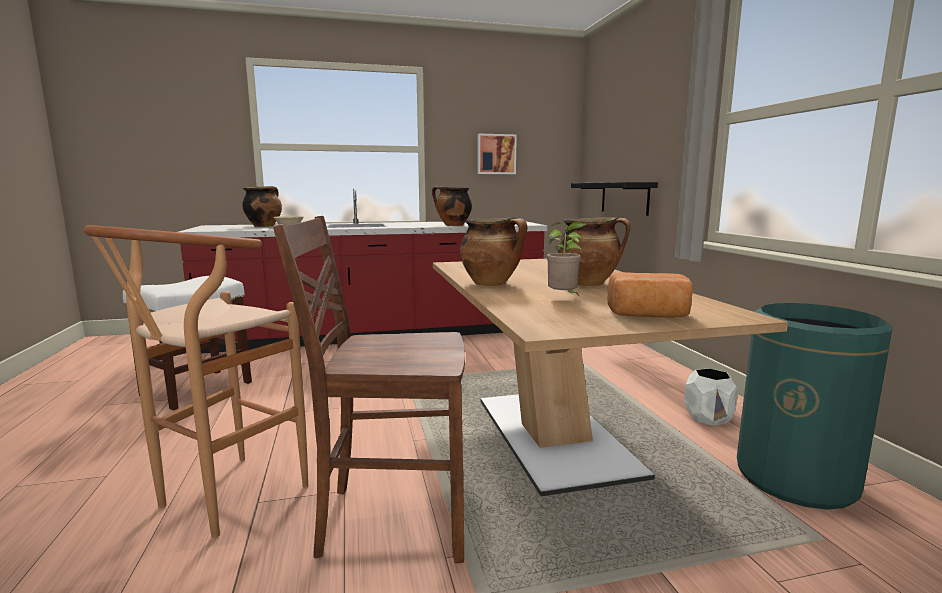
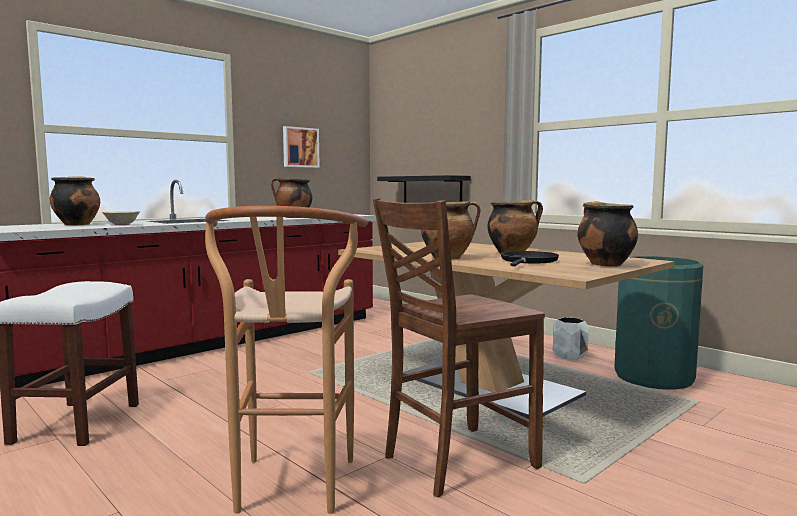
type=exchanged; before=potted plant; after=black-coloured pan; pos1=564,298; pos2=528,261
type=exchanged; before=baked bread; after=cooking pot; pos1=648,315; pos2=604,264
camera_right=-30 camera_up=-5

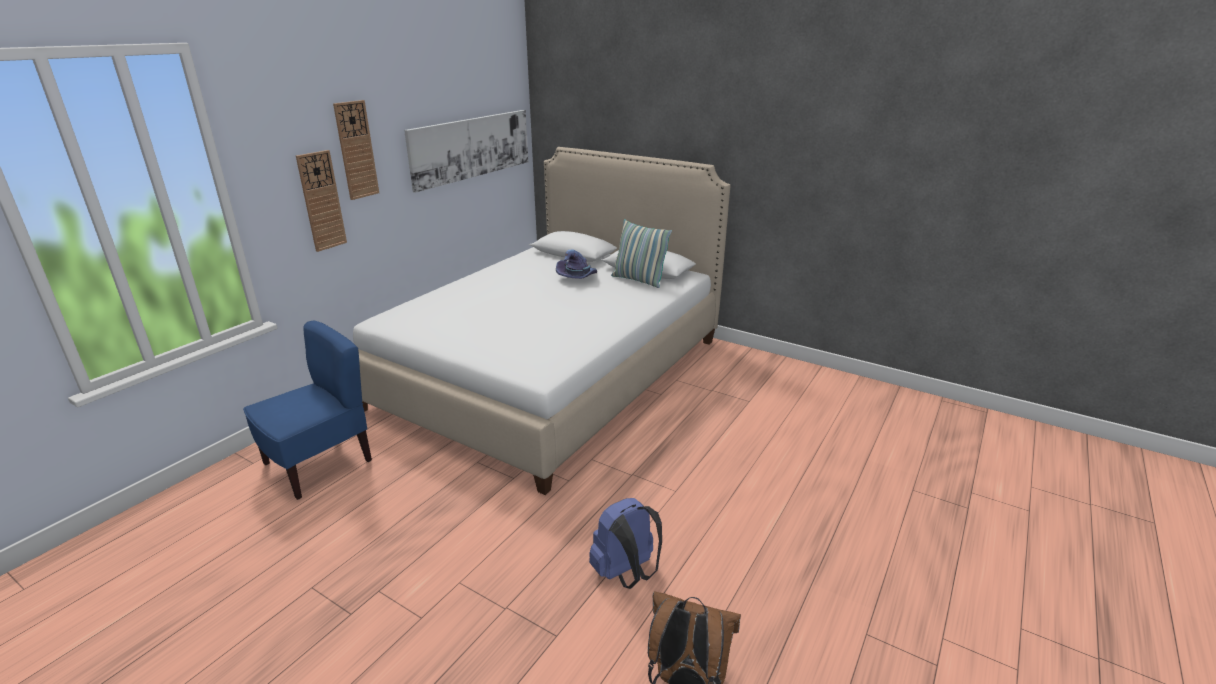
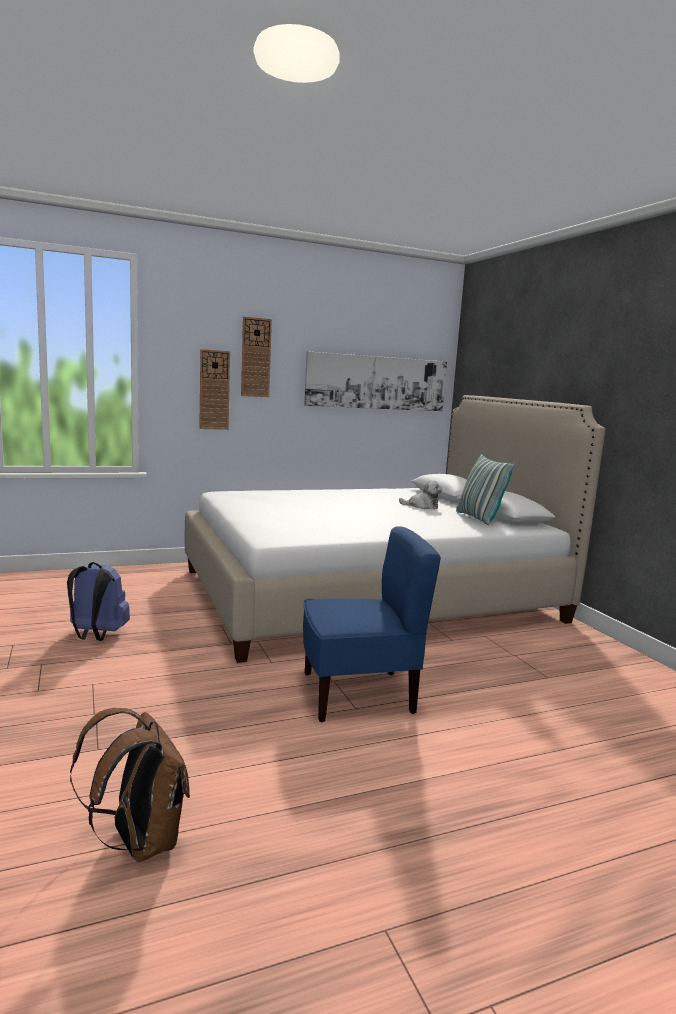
type=relocated; before=bluish rucksack; pos1=626,573; pos2=96,635
type=relocated; before=bluish plain chair; pos1=319,463; pos2=358,694
type=exchanged; before=purplish clothing hat; after=cuddly toy; pos1=578,277; pos2=422,506
camera_right=35 camera_up=-15

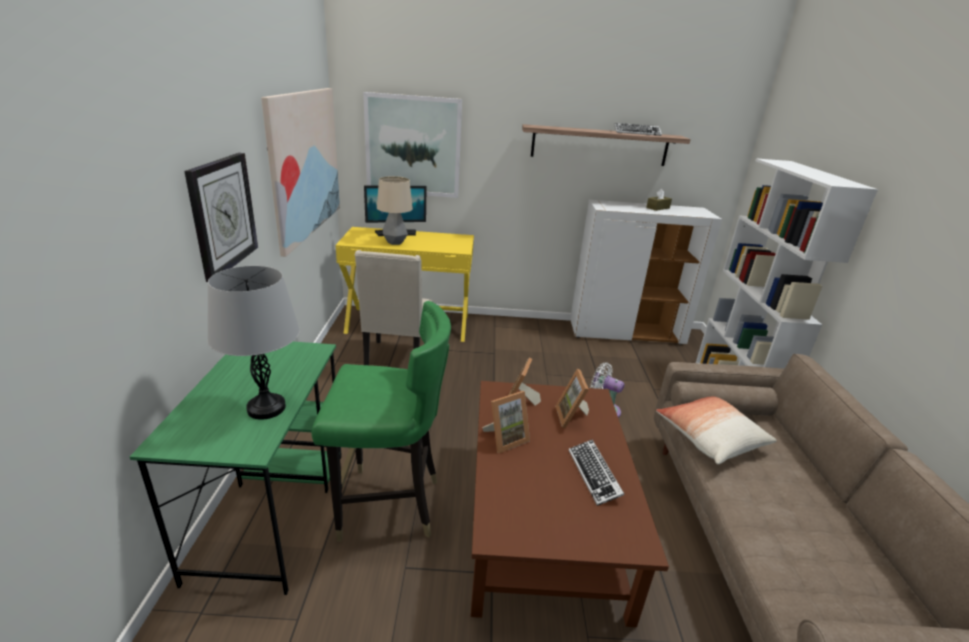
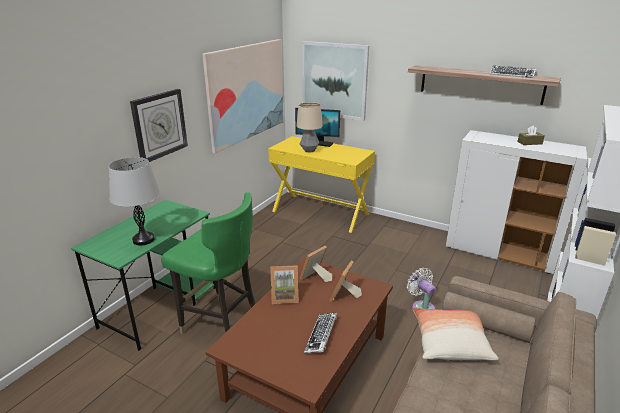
type=missing; before=beige-coloured plain chair; pos1=397,360
camera_right=30 camera_up=0

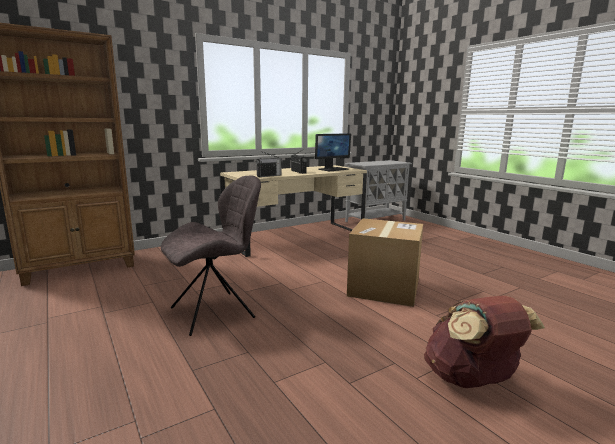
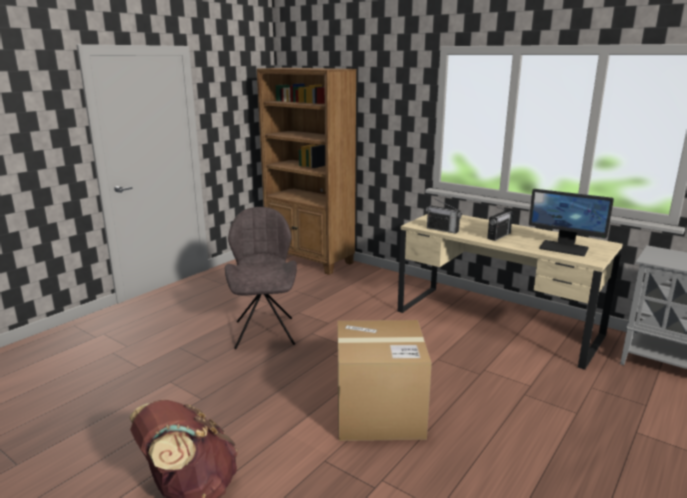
type=spun; before=gray plain chair; pos1=215,312; pos2=265,331; turn=-135
camera_right=70 camera_up=5

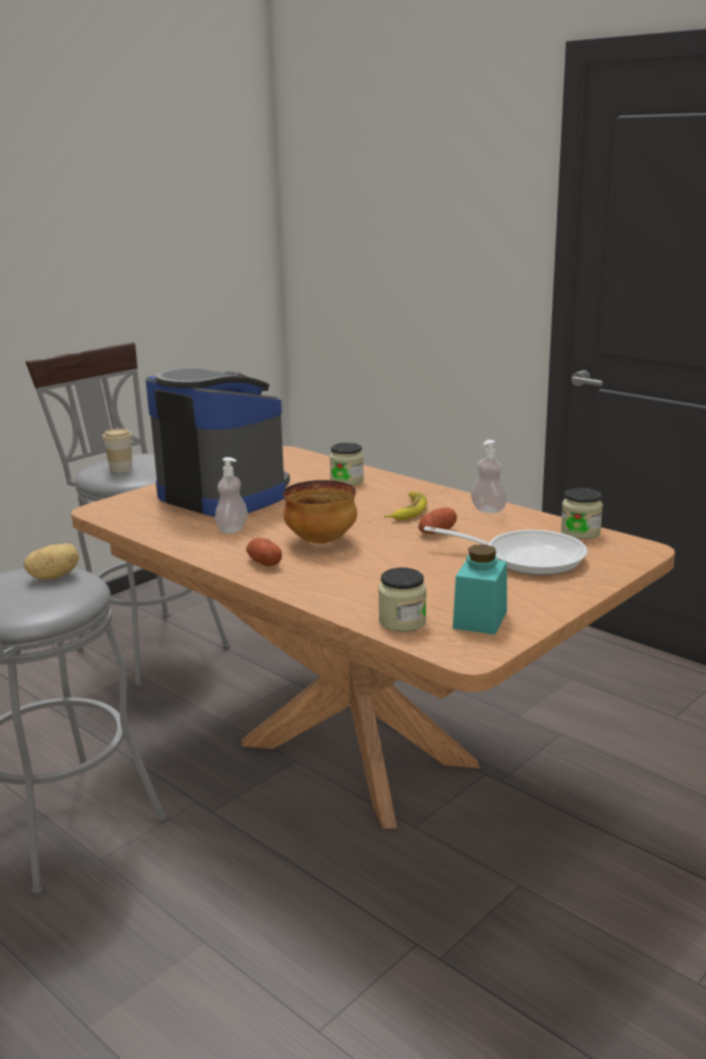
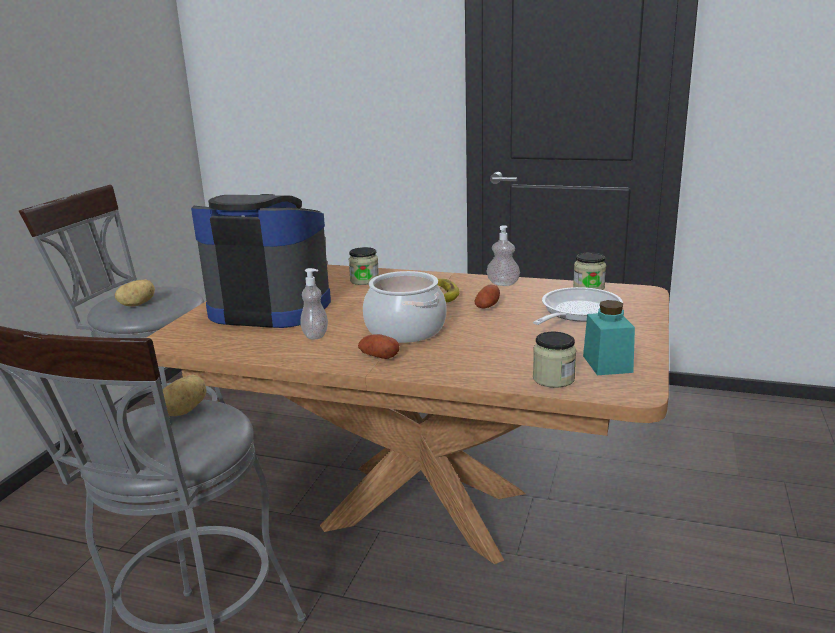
type=exchanged; before=small cup; after=spud; pos1=121,469; pos2=137,304
type=exchanged; before=serving bowl; after=cooking pot; pos1=322,541; pos2=406,330
type=spun; before=pan; pos1=525,557; pos2=576,312; turn=-45
camera_right=-25 camera_up=0

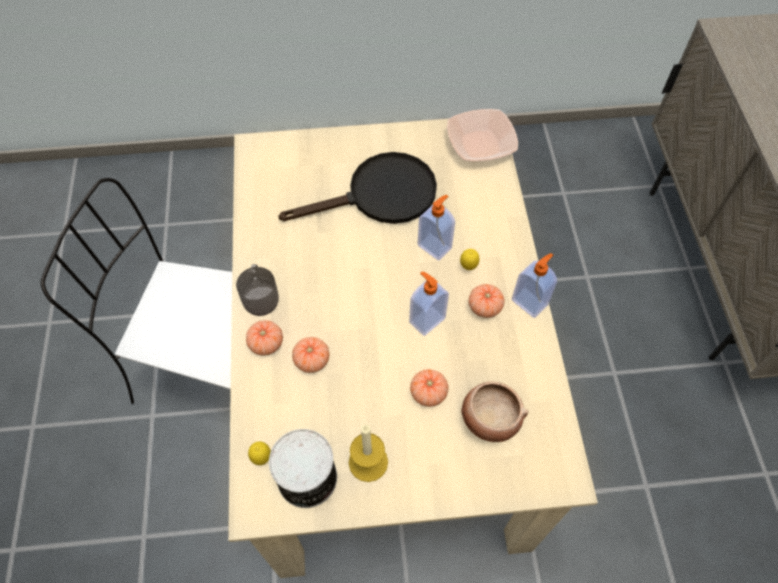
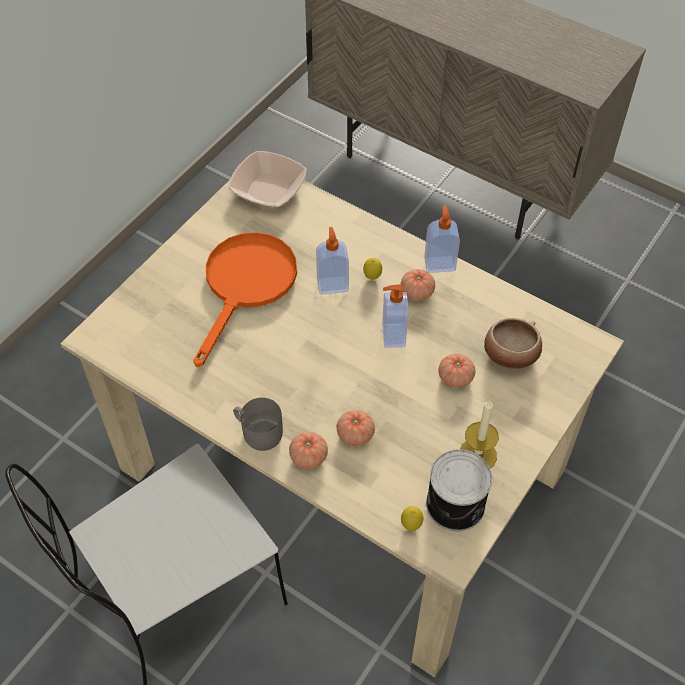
type=colour; before=black-coloured pan; after=orangey pan; pos1=380,196; pos2=246,286
camera_right=-50 camera_up=-5

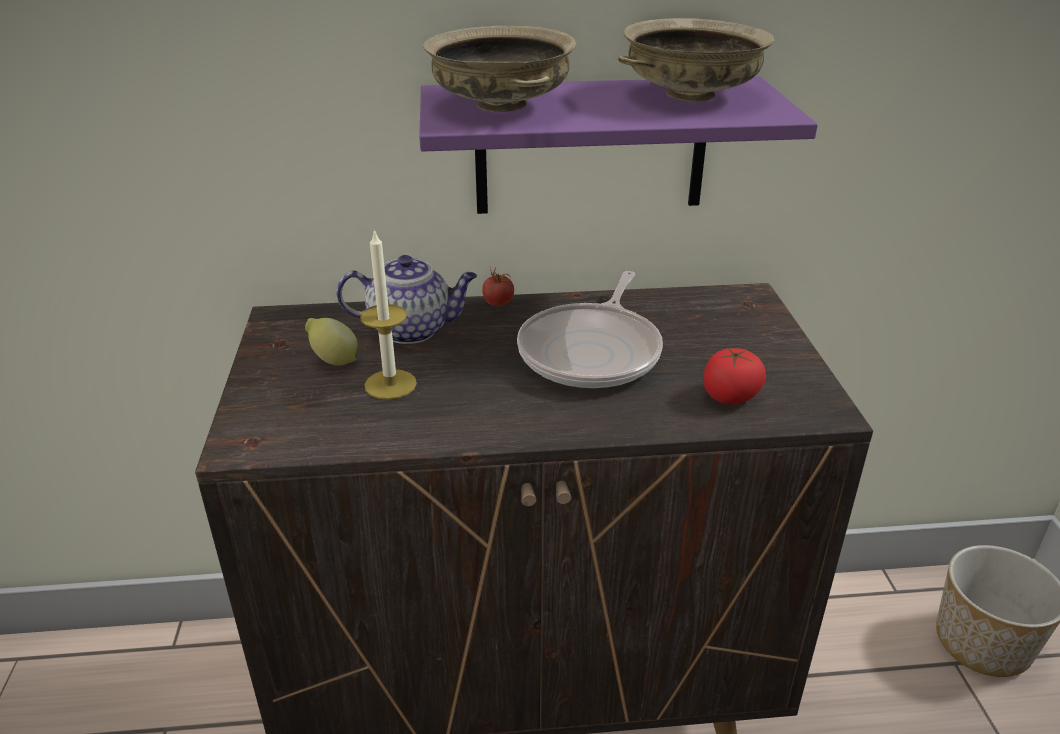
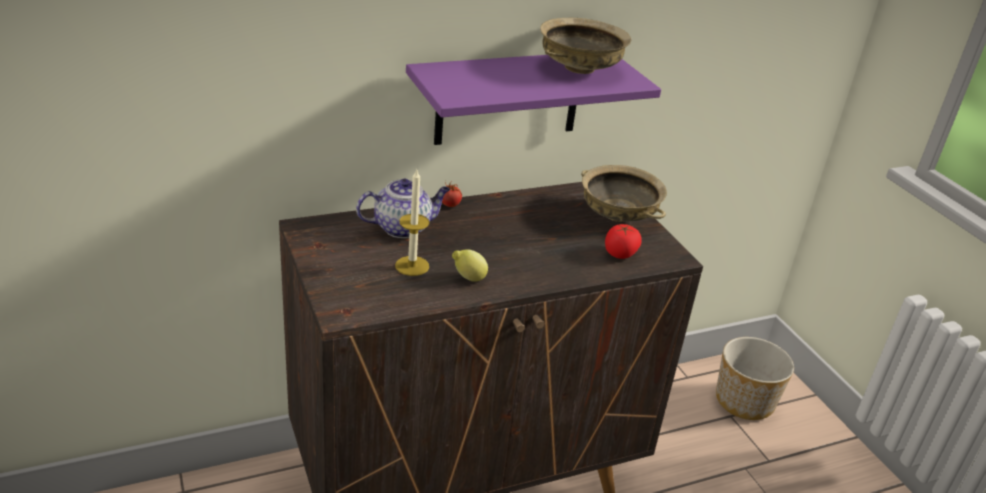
type=relocated; before=lemon; pos1=333,361; pos2=468,278
type=relocated; before=beige-coloured serving bowl; pos1=501,105; pos2=619,215
type=missing; before=pan; pos1=593,352
camera_right=-20 camera_up=0

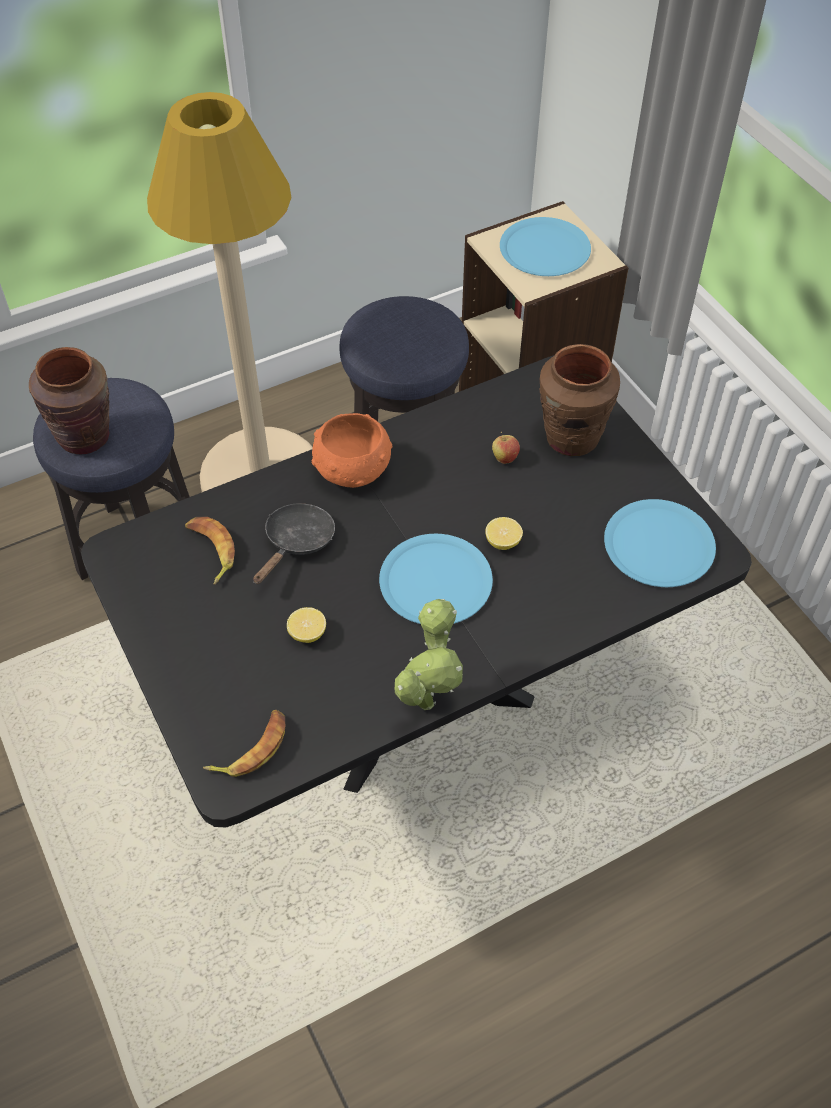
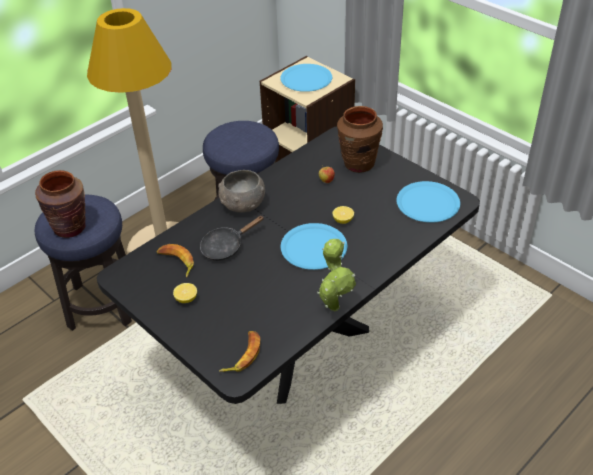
type=relocated; before=lemon; pos1=307,633; pos2=186,299
type=spun; before=black-coloured pan; pos1=297,542; pos2=226,247; turn=-135
type=colour; before=orangey serving bowl; after=gray serving bowl; pos1=351,470; pos2=242,204
camera_right=-15 camera_up=-10

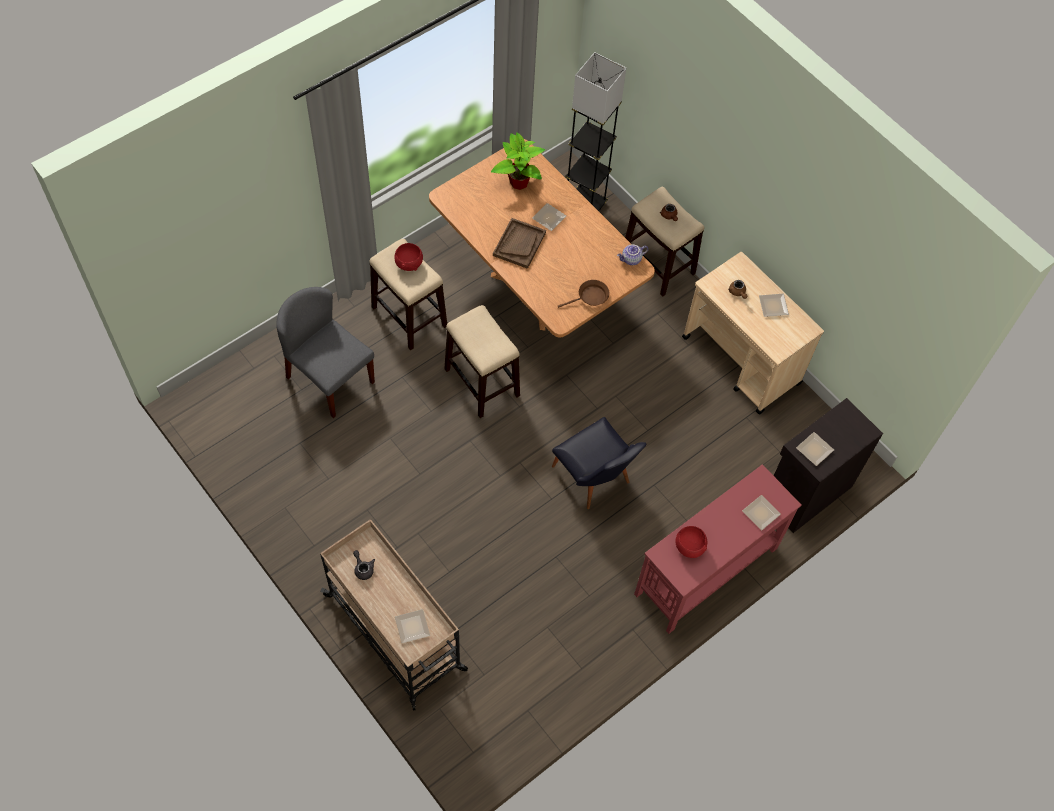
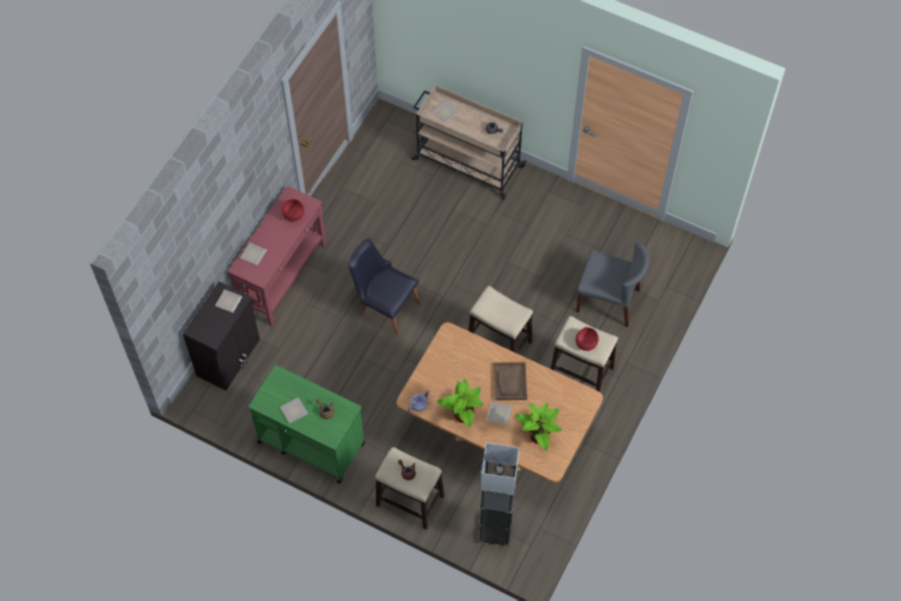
type=colour; before=beige-coloured cart; after=green cart; pos1=741,361; pos2=310,442
type=appeared; after=potted plant; pos2=463,415
type=missing; before=brownish pan; pos1=590,297
camera_right=160 camera_up=0

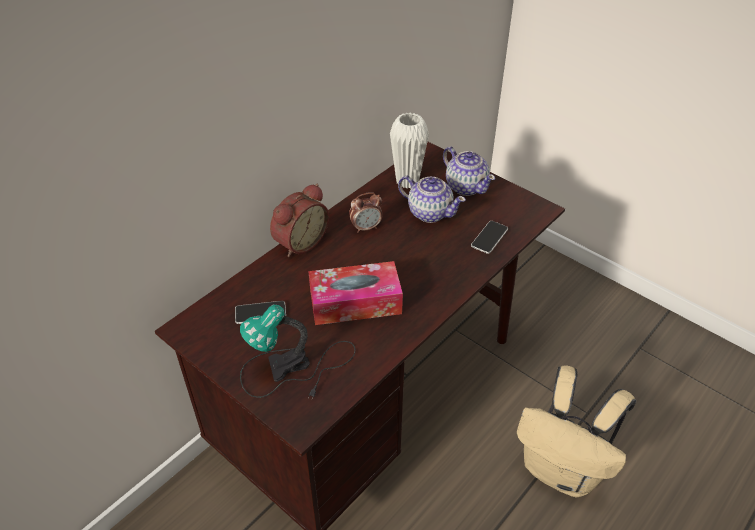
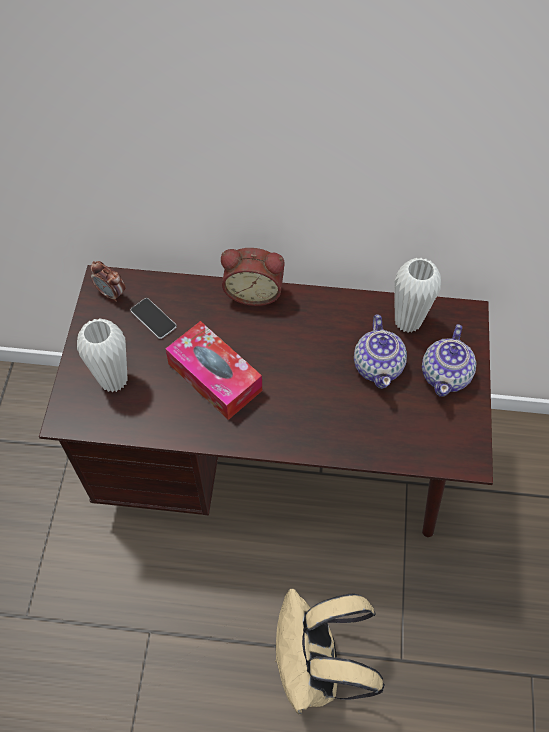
type=exchanged; before=lamp for a table; after=white-coloured flower vase; pos1=295,369; pos2=113,380
type=relocated; before=bedside clock; pos1=366,227; pos2=111,293
type=missing; before=telephone; pos1=489,238
camera_right=55 camera_up=15

